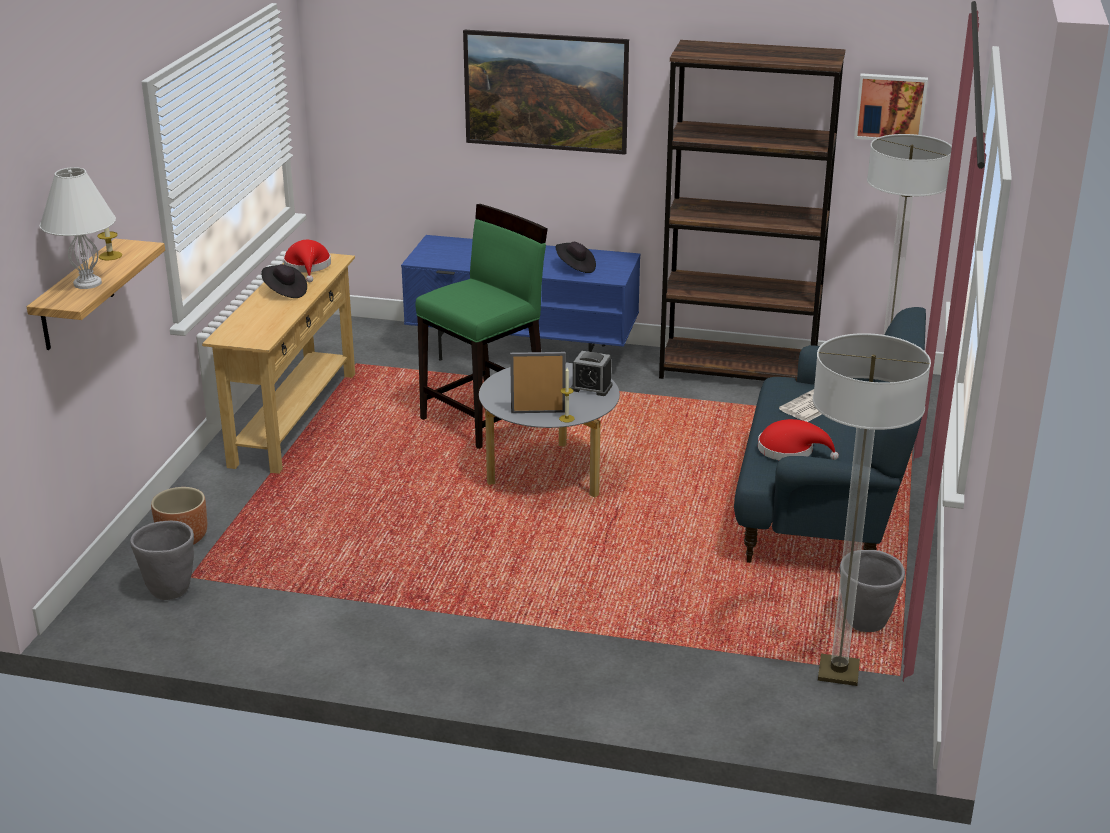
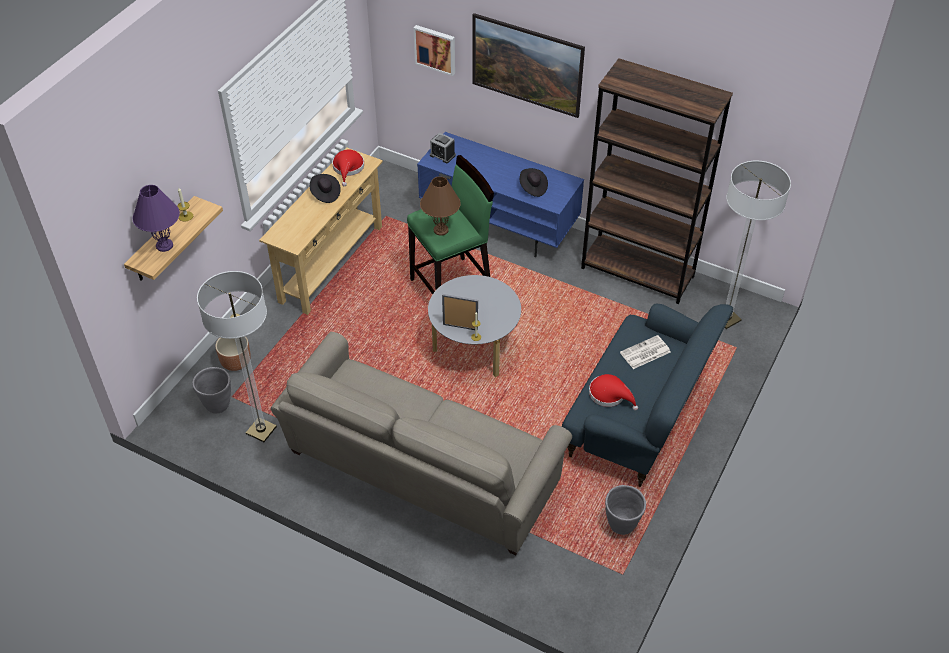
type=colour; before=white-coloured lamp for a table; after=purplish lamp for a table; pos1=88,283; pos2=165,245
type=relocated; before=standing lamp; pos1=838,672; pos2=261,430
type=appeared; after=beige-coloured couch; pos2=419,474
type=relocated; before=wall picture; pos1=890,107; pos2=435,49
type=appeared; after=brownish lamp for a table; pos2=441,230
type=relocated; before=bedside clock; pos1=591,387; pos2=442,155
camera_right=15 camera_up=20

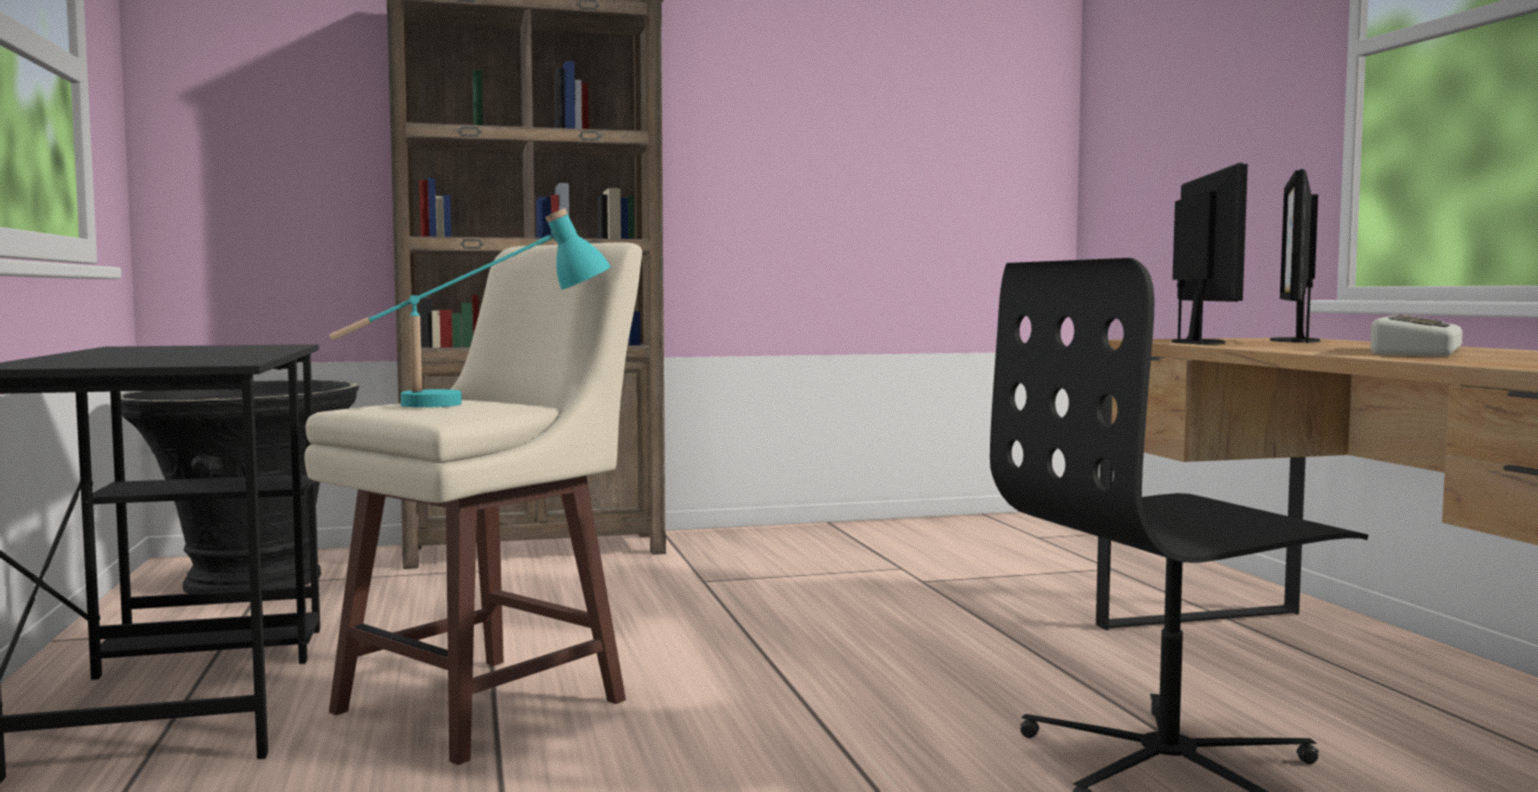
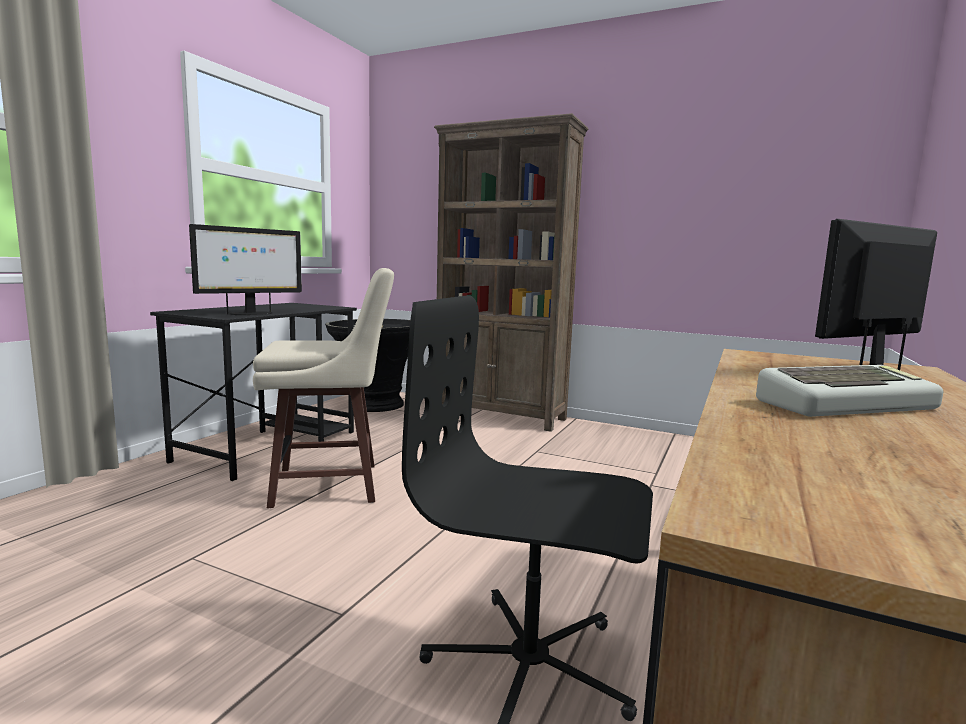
type=relocated; before=computer screen; pos1=1199,343; pos2=250,314
type=missing; before=turquoise-coloured lamp for a table; pos1=477,403
camera_right=40 camera_up=5

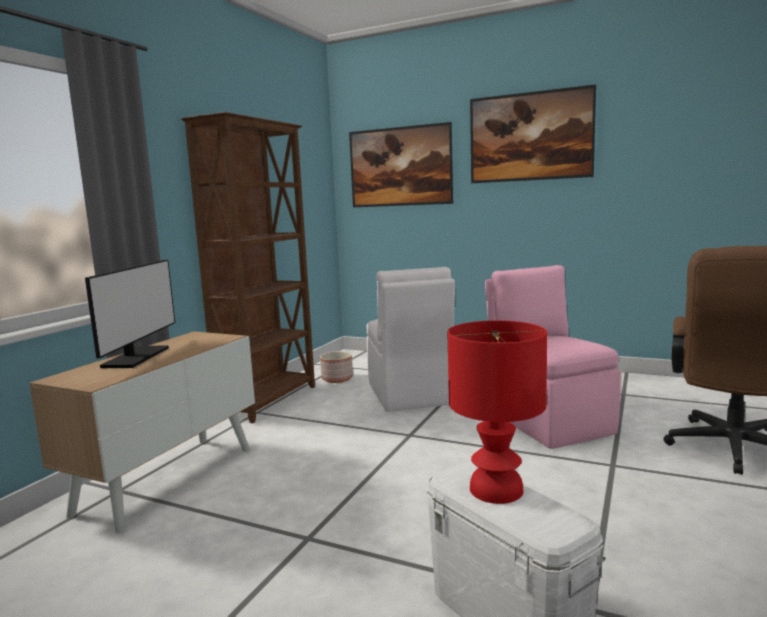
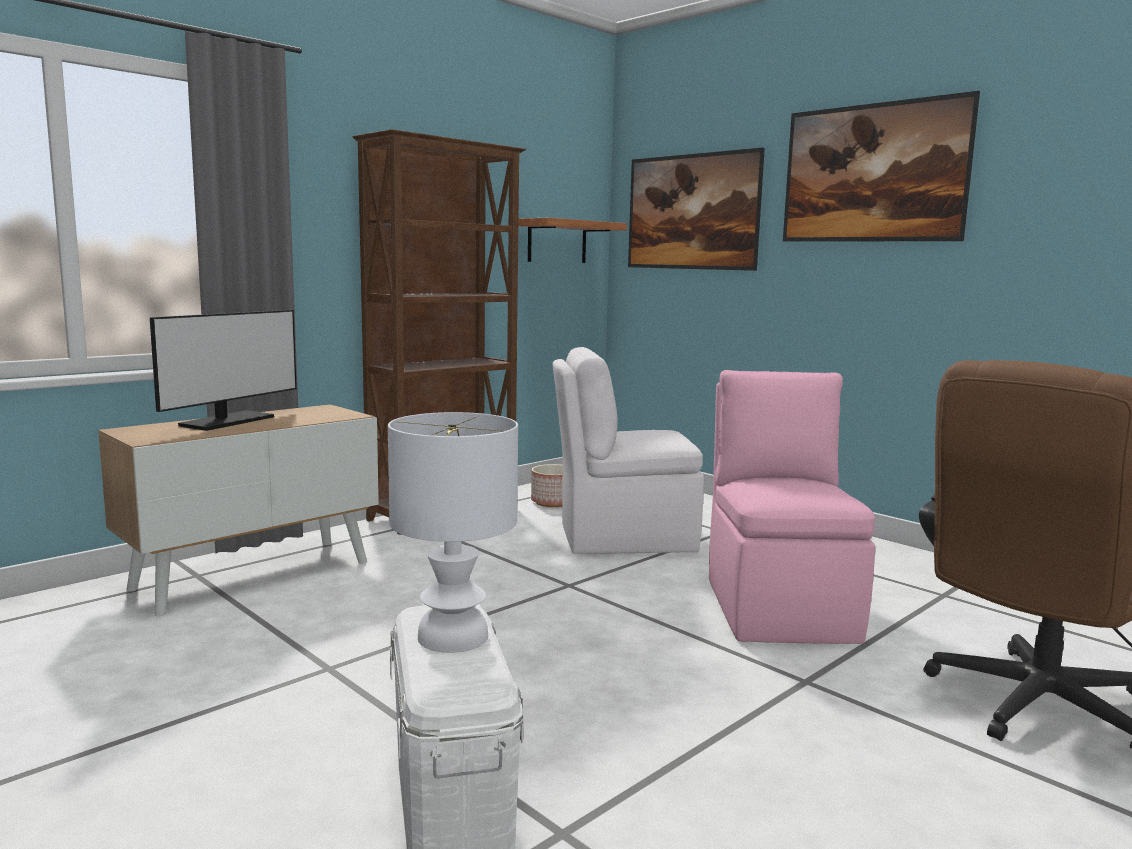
type=colour; before=red-coloured lamp for a table; after=white-coloured lamp for a table; pos1=497,489; pos2=455,637
type=appeared; after=bracket shelf; pos2=557,241
type=spun; before=white-coloured plain chair; pos1=409,395; pos2=623,538; turn=75
camera_right=20 camera_up=0

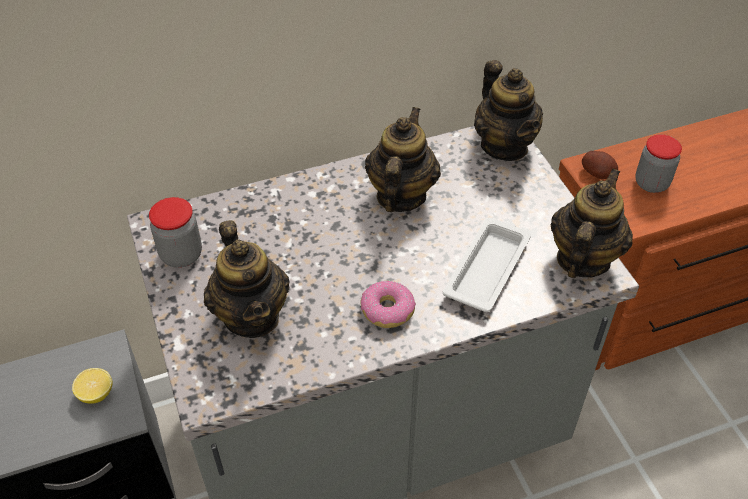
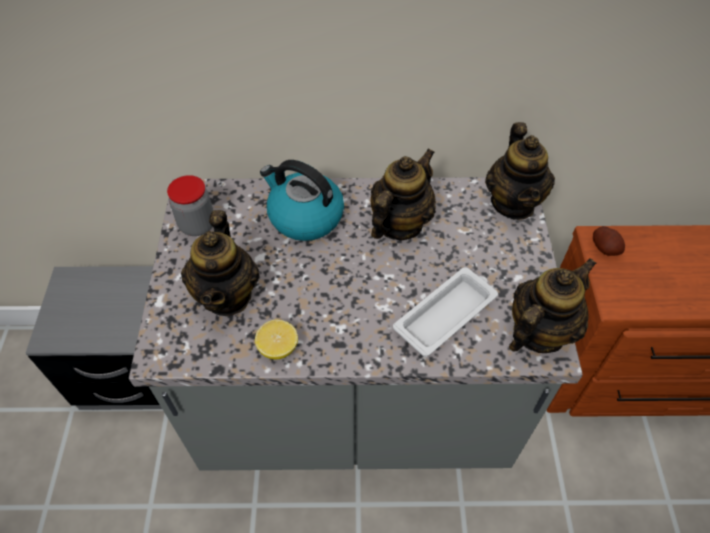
type=relocated; before=lemon; pos1=96,393; pos2=278,347
type=appeared; after=water kettle; pos2=304,217
type=missing; before=doughnut; pos1=387,310
type=missing; before=jar; pos1=651,183
camera_right=20 camera_up=5

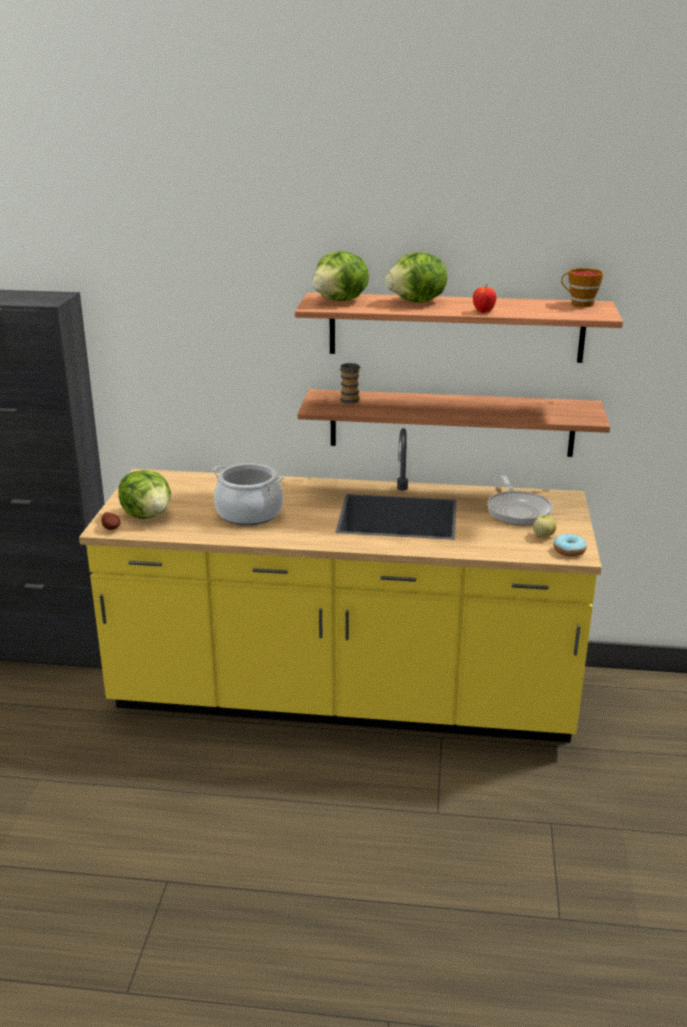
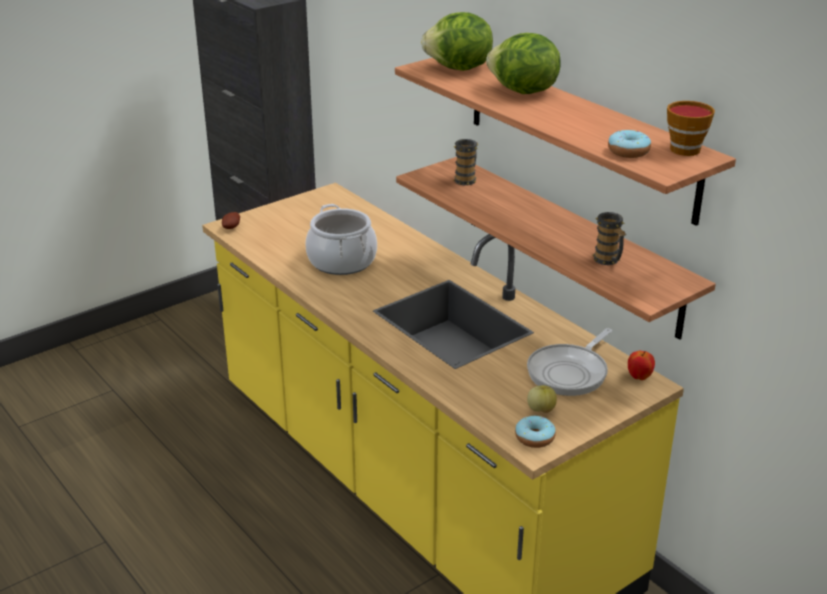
type=appeared; after=coffee mug; pos2=608,261
type=appeared; after=doughnut; pos2=628,152
type=relocated; before=apple fruit; pos1=483,311; pos2=639,377
type=missing; before=lettuce head; pos1=148,515
camera_right=45 camera_up=5

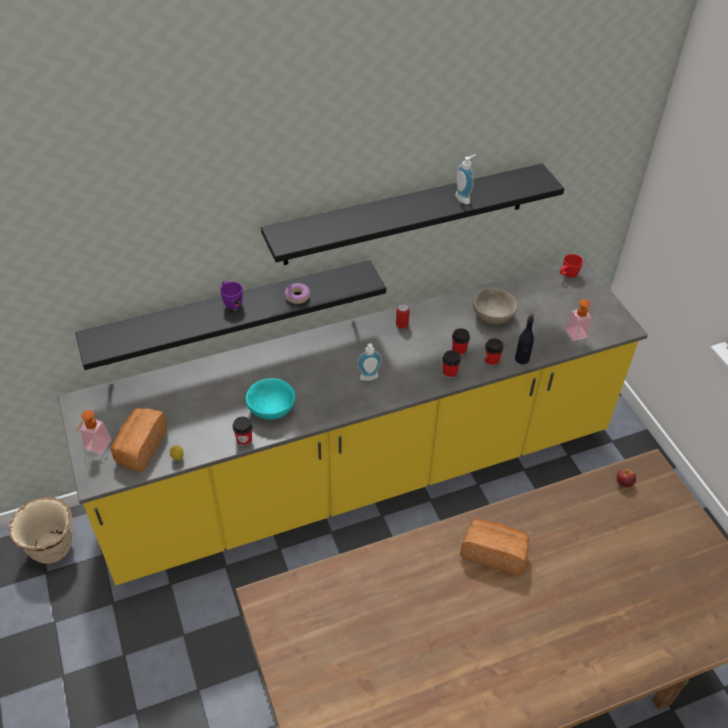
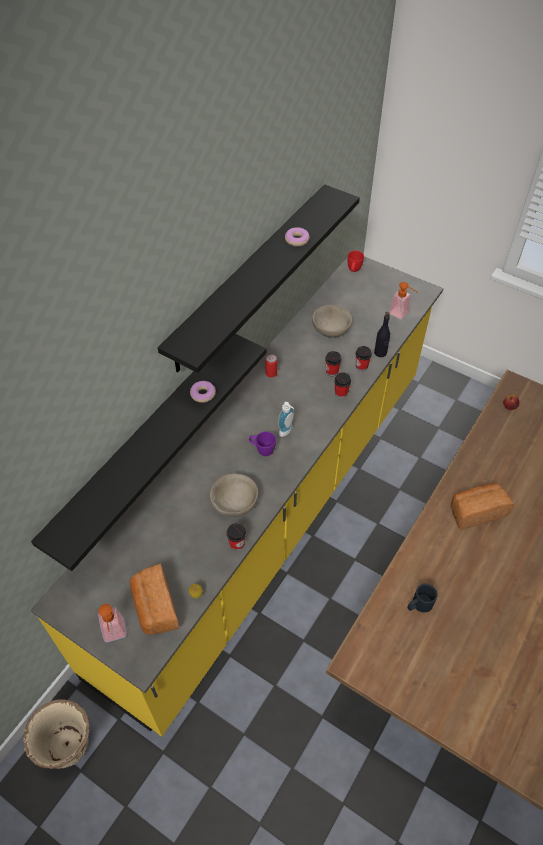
type=colour; before=turquoise-coloured serving bowl; after=beige-coloured serving bowl; pos1=272,409; pos2=235,503
type=relocated; before=purplish coffee mug; pos1=231,302; pos2=262,450
type=exchanged; before=soap dispenser; after=doughnut; pos1=464,198; pos2=297,240
type=appeared; after=black-coloured coffee mug; pos2=419,605
camera_right=-35 camera_up=5

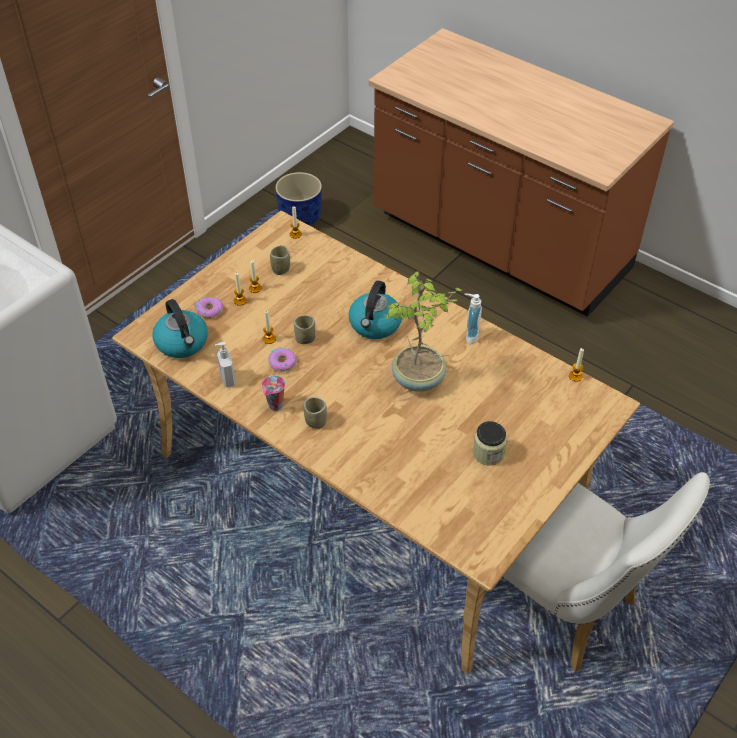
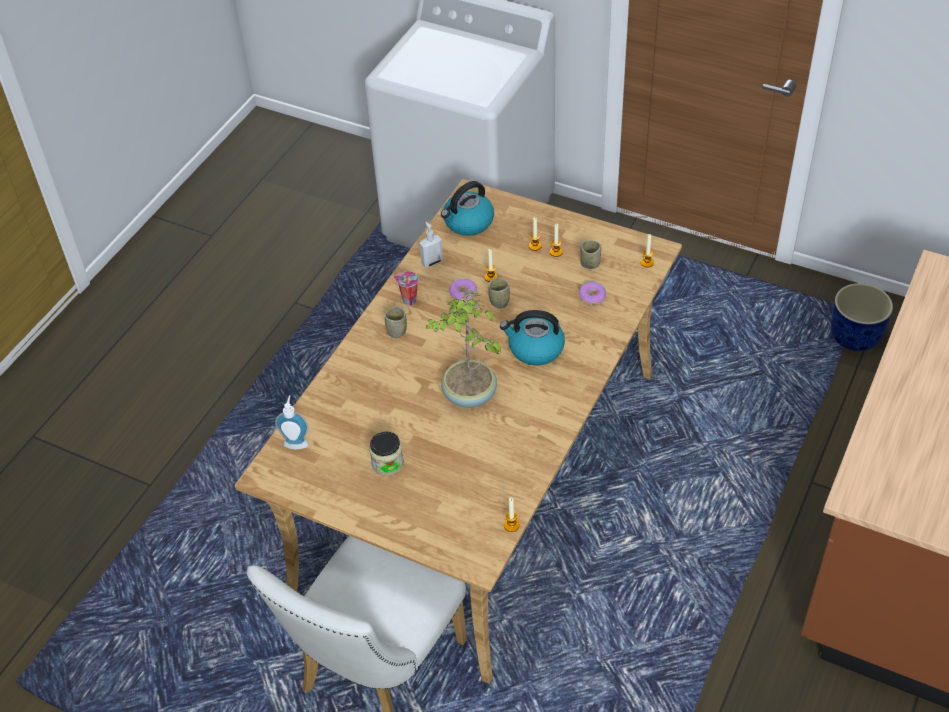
type=relocated; before=soap dispenser; pos1=469,336; pos2=296,442
type=relocated; before=doughnut; pos1=209,310; pos2=592,296
camera_right=80 camera_up=0

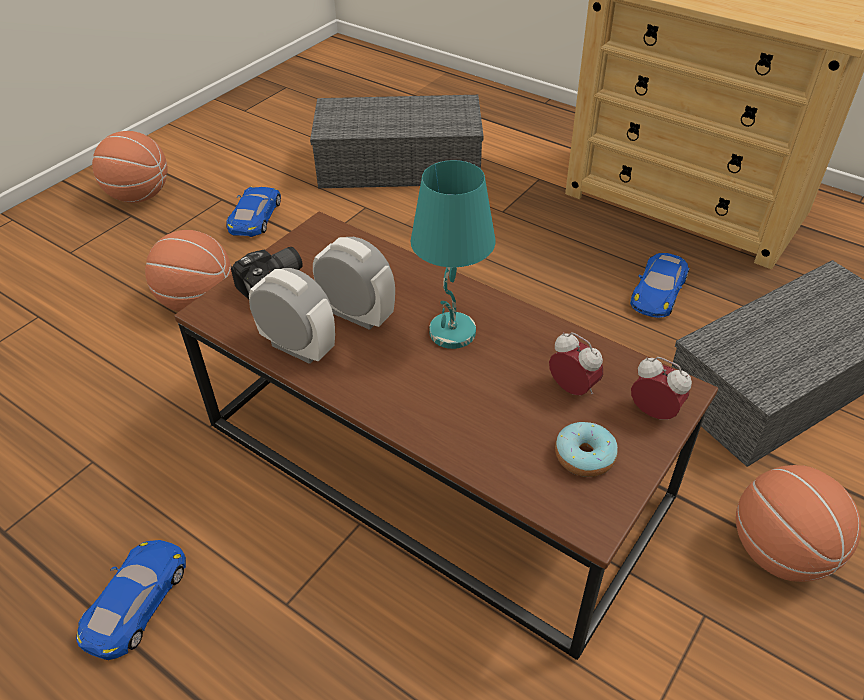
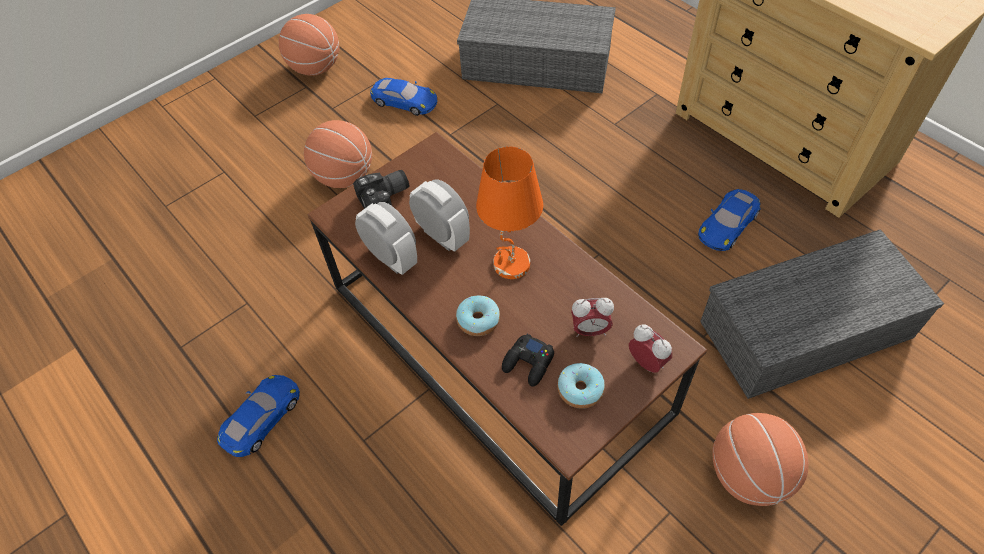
type=spun; before=bluish miniature car; pos1=255,216; pos2=404,101; turn=90
type=appeared; after=doughnut; pos2=478,320
type=colour; before=turquoise-coloured lamp for a table; after=orangey lamp for a table; pos1=452,333; pos2=511,265
type=appeared; after=black-coloured gamepad; pos2=528,363
type=spun; before=bedside clock; pos1=572,389; pos2=590,330; turn=120
camera_right=15 camera_up=10

